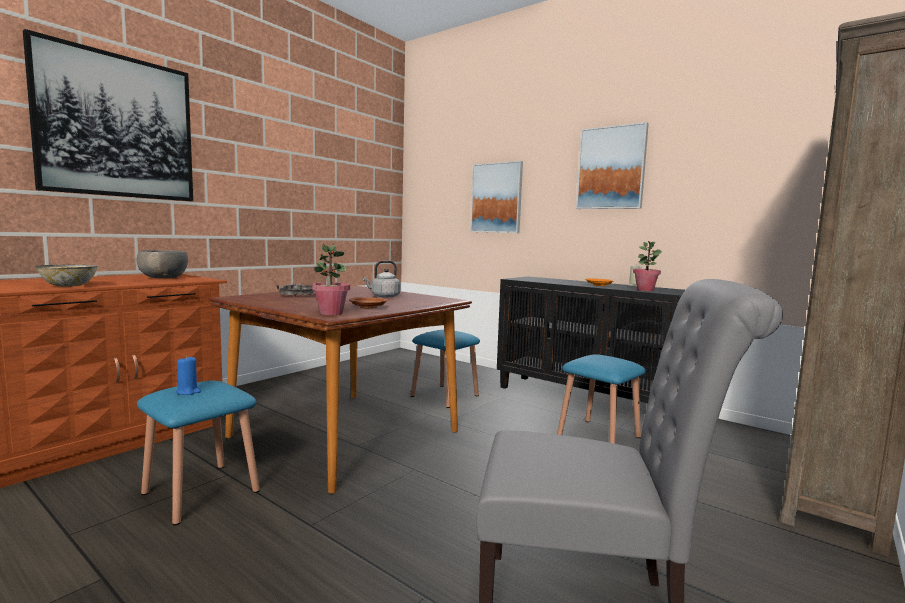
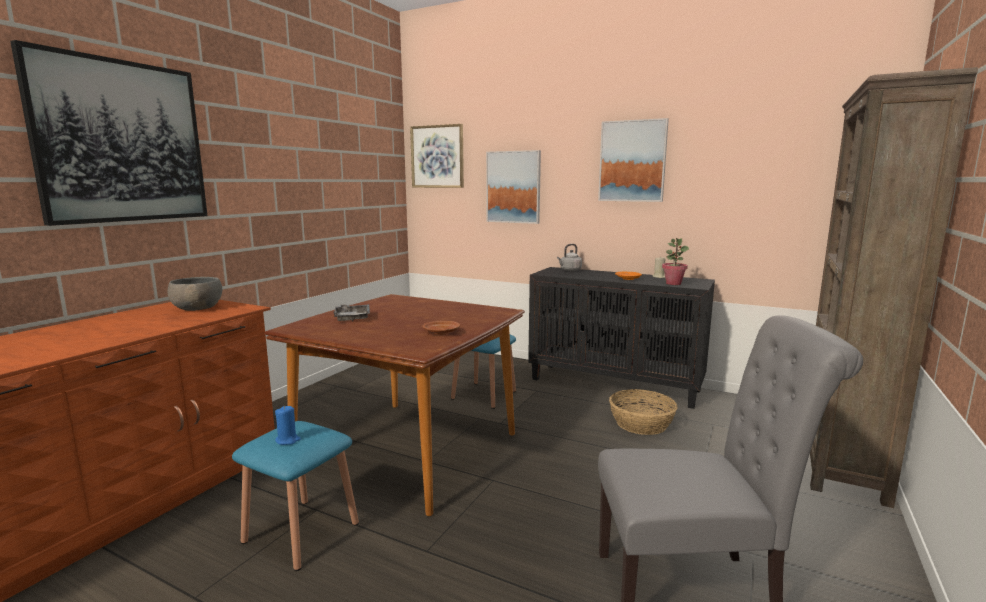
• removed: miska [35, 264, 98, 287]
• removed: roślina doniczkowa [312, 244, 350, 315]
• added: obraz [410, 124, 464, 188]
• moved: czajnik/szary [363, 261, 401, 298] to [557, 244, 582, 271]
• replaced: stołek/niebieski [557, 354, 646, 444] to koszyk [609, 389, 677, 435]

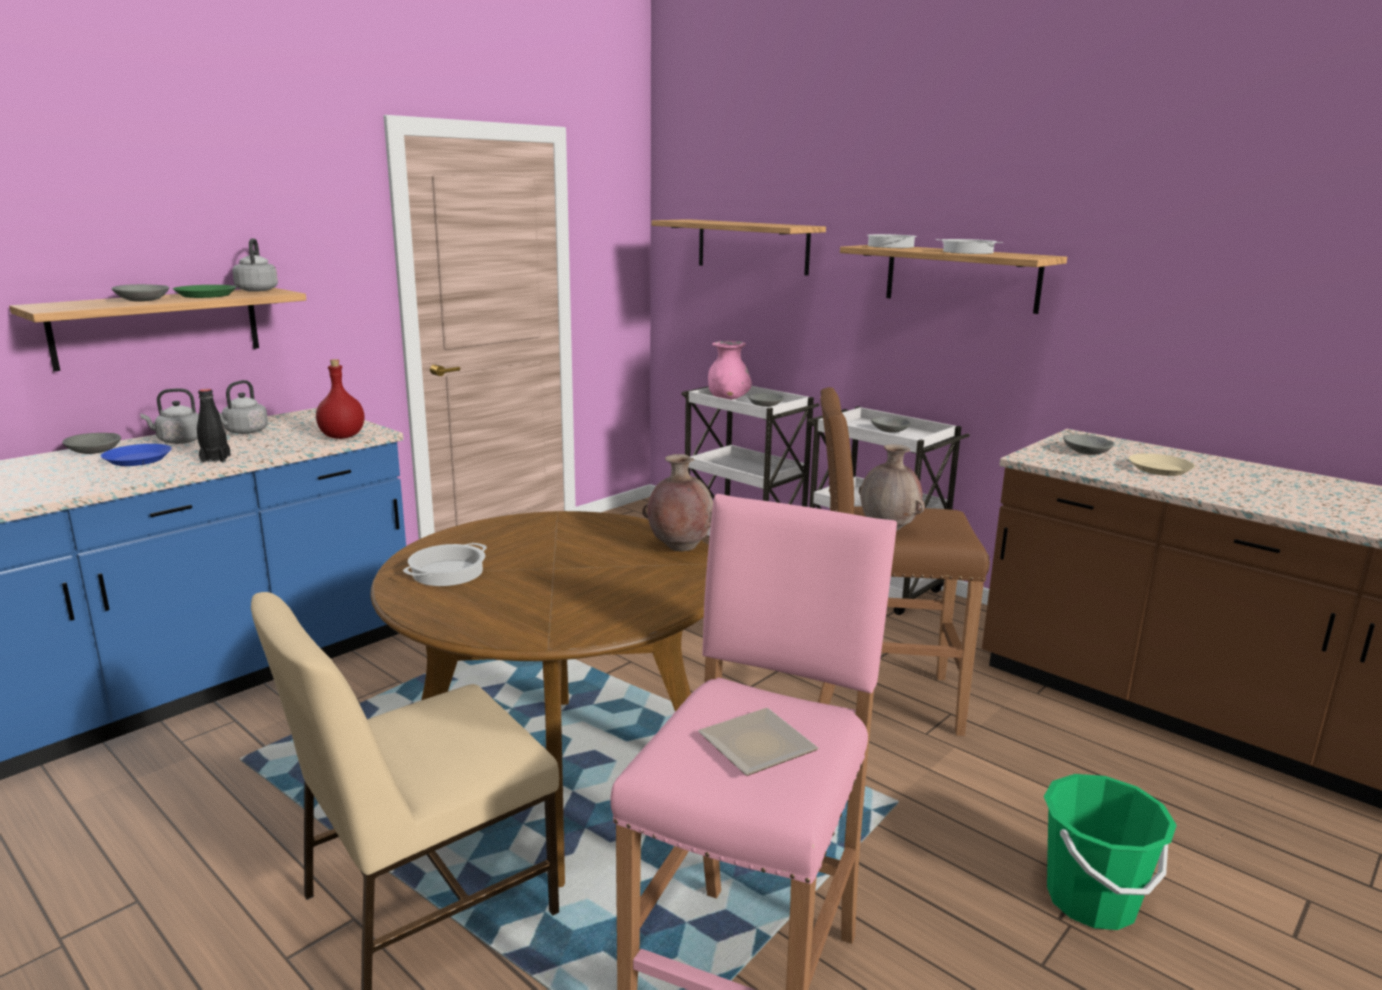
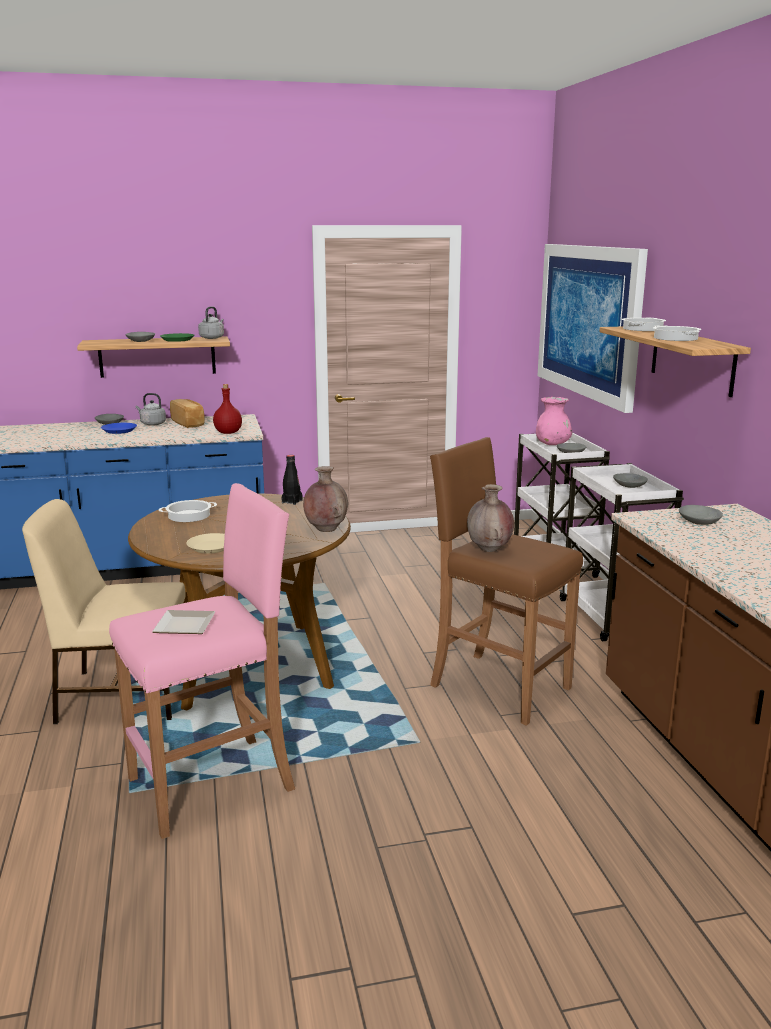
• removed: wiadro/zielony [1044, 774, 1177, 930]
• moved: butelka/czarny [197, 389, 231, 463] to [281, 455, 303, 505]
• moved: talerz/beżowy [1129, 453, 1195, 476] to [186, 533, 225, 554]
• replaced: czajnik/szary [219, 380, 268, 434] to chleb [170, 399, 205, 428]
• replaced: półka [652, 219, 826, 276] to obraz [537, 244, 648, 413]

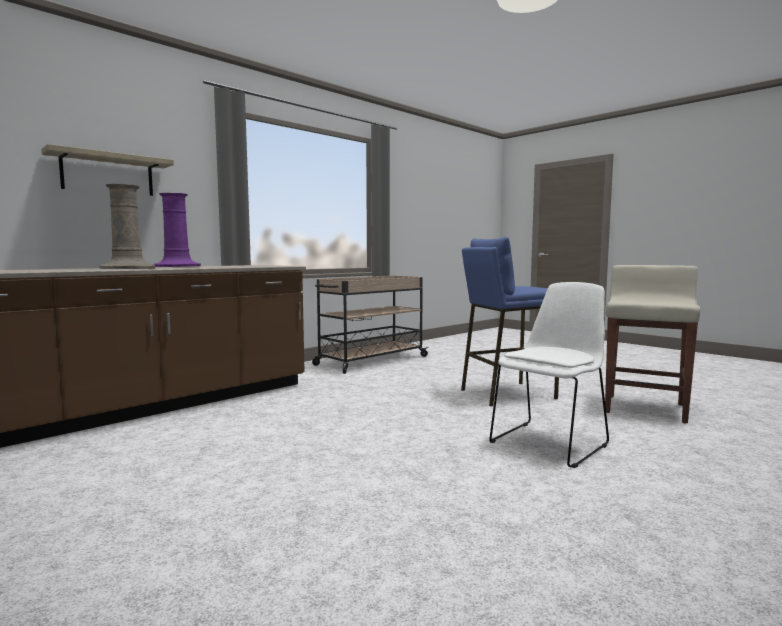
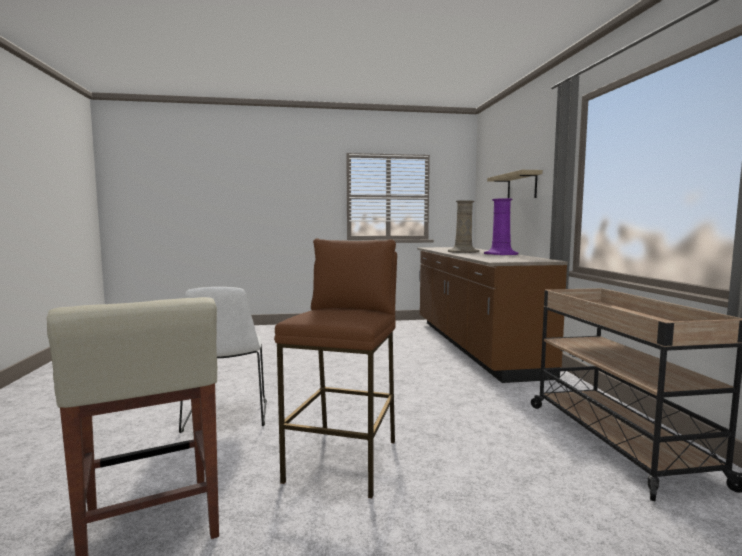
• recoloured: stołek/niebieski [461, 237, 559, 407] to stołek/brązowy [274, 238, 397, 498]

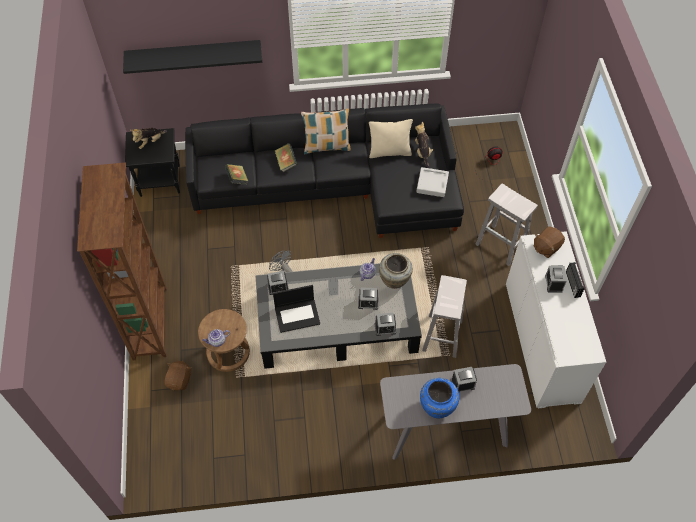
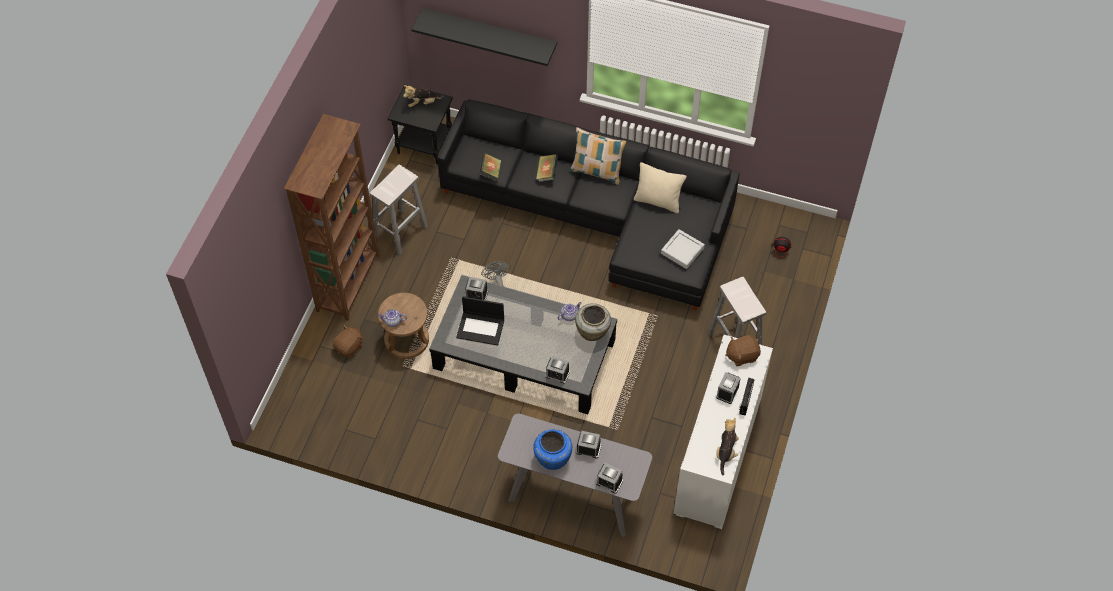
• moved: budzik [358, 287, 379, 310] to [596, 463, 623, 494]
• moved: pluszak [415, 122, 433, 168] to [716, 418, 739, 475]
• moved: stołek/biały [422, 275, 467, 358] to [370, 165, 428, 255]

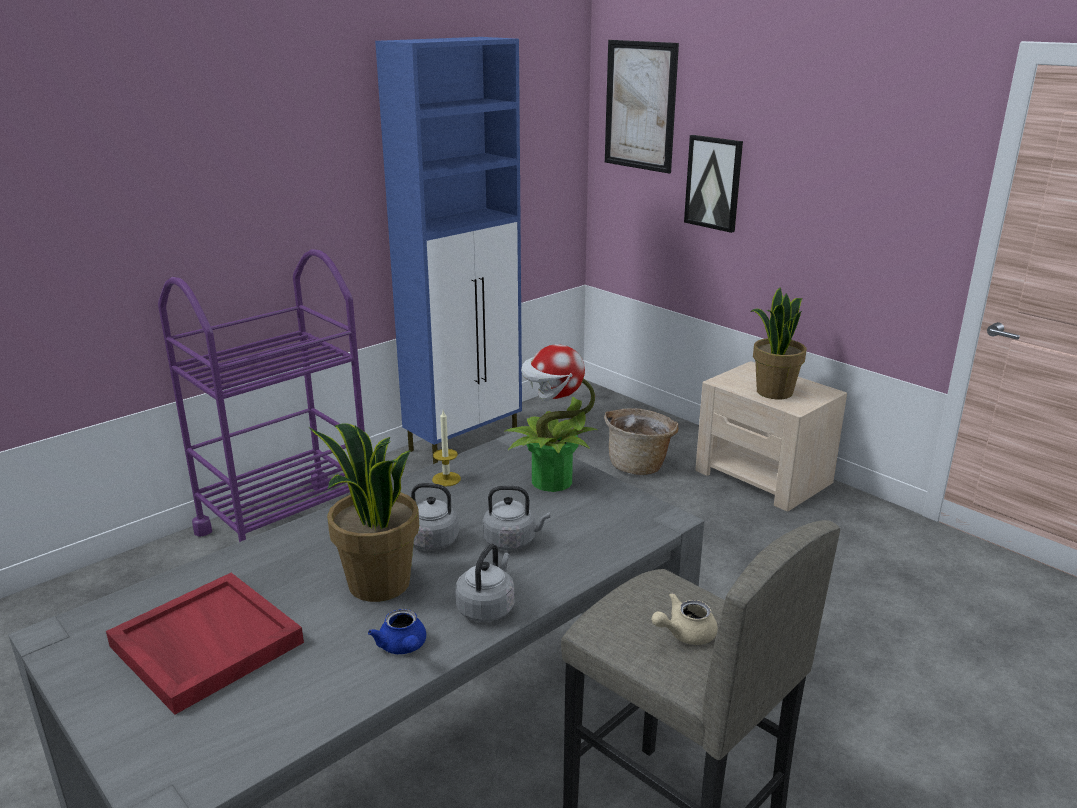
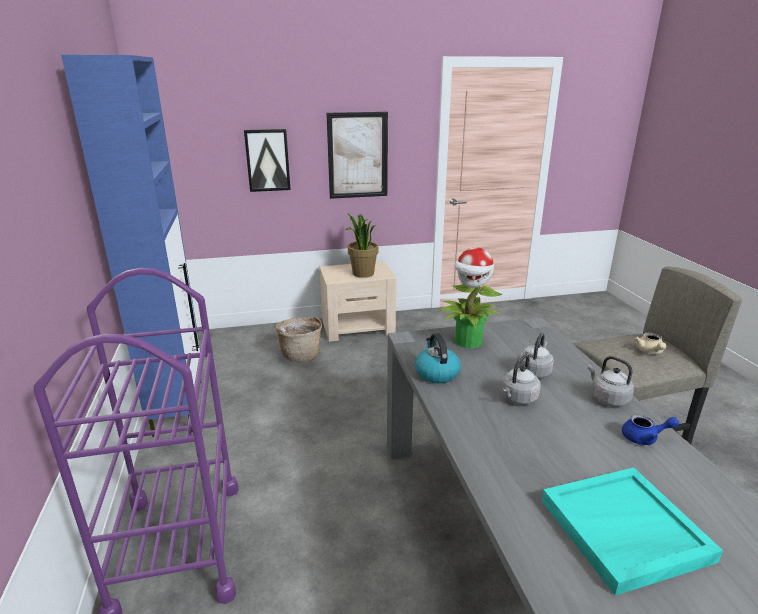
• removed: roślina doniczkowa [309, 423, 419, 602]
• moved: obraz [605, 40, 679, 174] to [326, 112, 388, 199]
• replaced: świeca [432, 410, 461, 487] to czajnik [415, 333, 461, 383]
• recoloured: taca/czerwony [106, 573, 304, 715] to taca/turkusowy [542, 468, 723, 596]

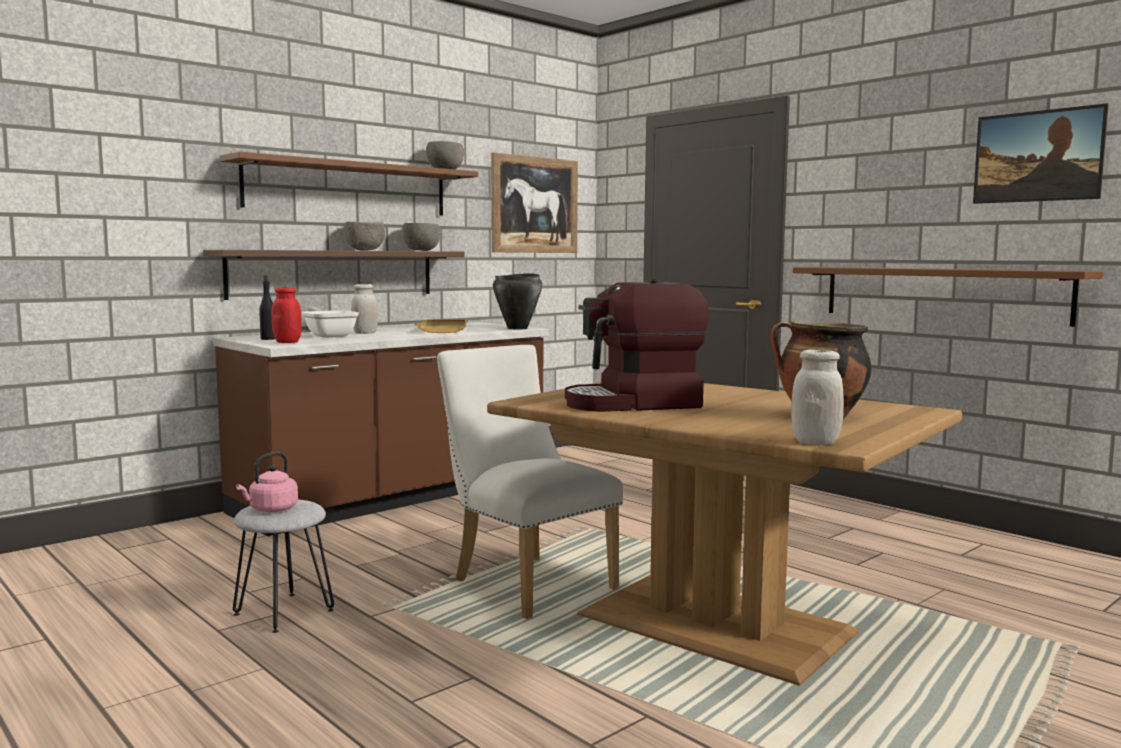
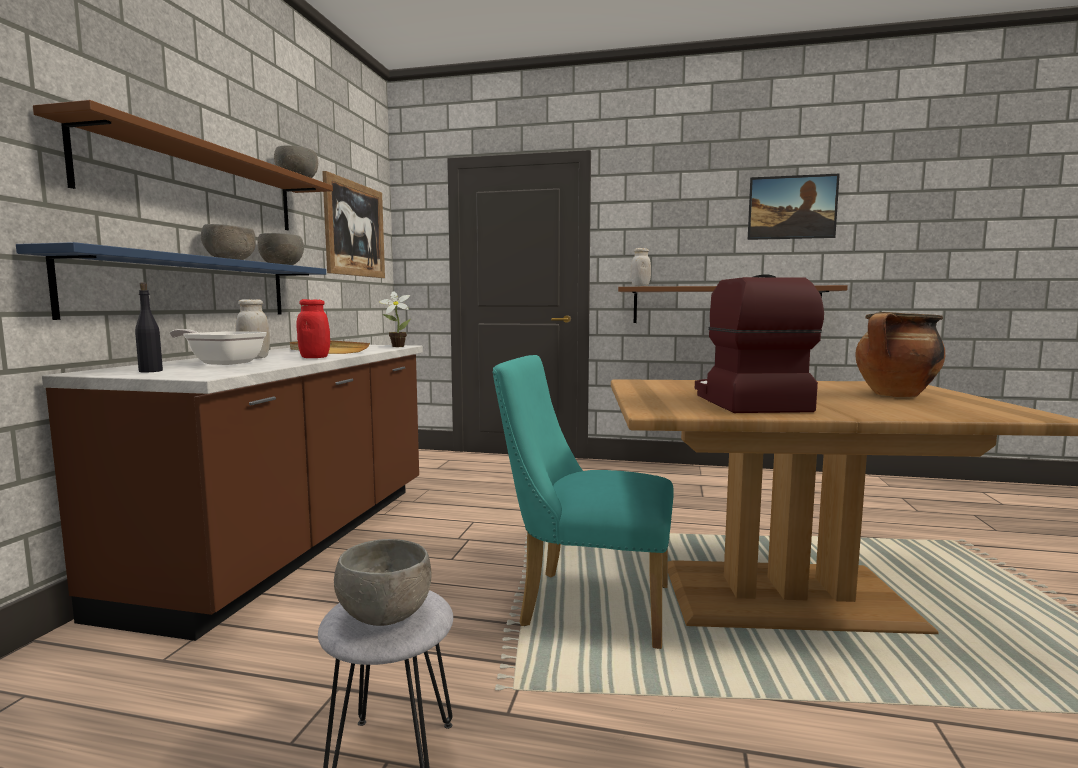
• moved: słoik/czerwony [271, 287, 302, 343] to [296, 299, 330, 358]
• moved: słoik/biały [792, 349, 844, 445] to [631, 248, 651, 287]
• replaced: czajnik/różowy [236, 452, 298, 512] to miska/szary [334, 539, 432, 626]
• replaced: garnek/czarny [493, 273, 542, 329] to roślina doniczkowa [379, 291, 411, 347]
• recoloured: półka/brązowy [203, 250, 465, 300] to półka/niebieski [16, 242, 326, 320]
• recoloured: krzesło/biały [437, 345, 623, 619] to krzesło/turkusowy [493, 355, 674, 649]
• turned: ekspres do kawy [565, 280, 709, 412] = [695, 275, 824, 413] 135 degrees clockwise

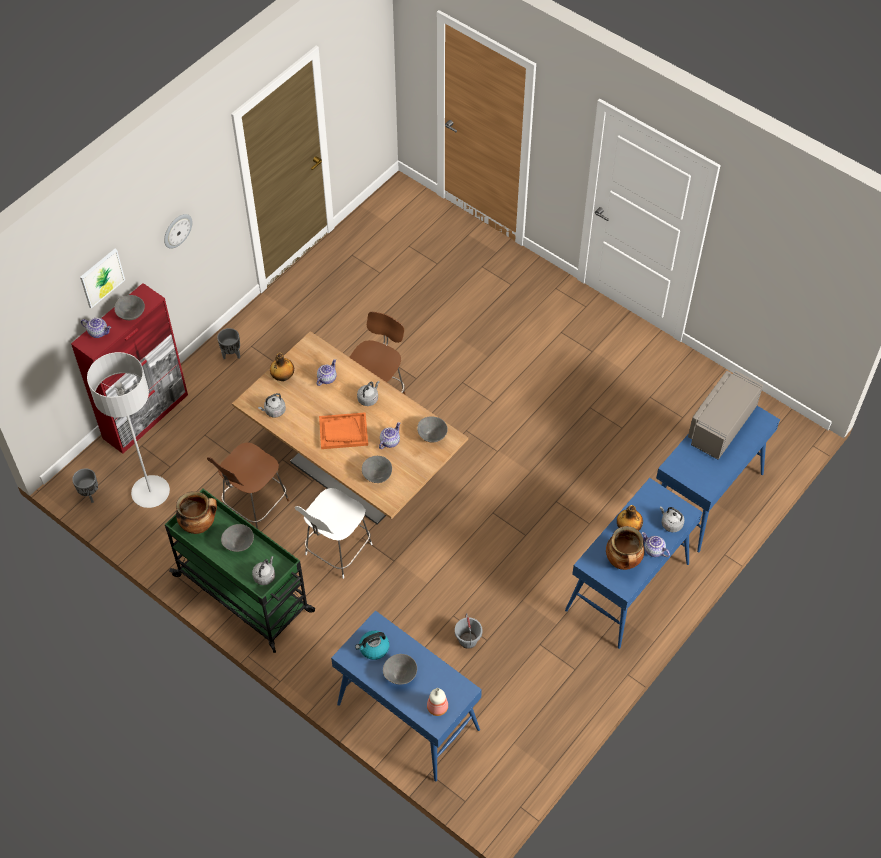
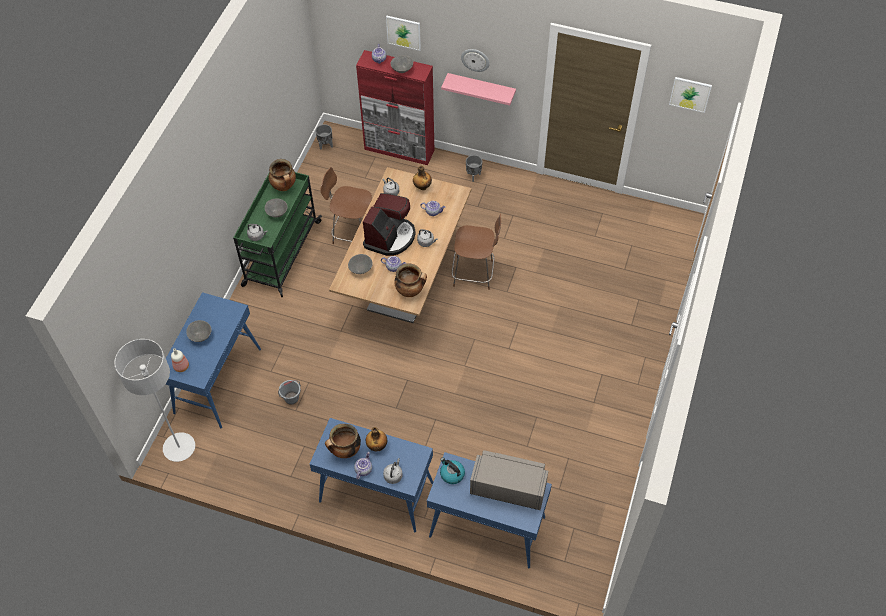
• removed: krzesło/biały [295, 488, 372, 579]
• added: półka/różowy [441, 73, 516, 105]
• added: obraz [669, 77, 712, 113]
• moved: lampa stojąca/szary [87, 352, 170, 508] to [114, 339, 195, 462]
• moved: czajnik [355, 631, 389, 660] to [440, 457, 465, 484]
• replaced: taca/pomarańczowy [319, 412, 368, 449] to ekspres do kawy [363, 193, 416, 256]
• replaced: miska/szary [417, 416, 448, 443] to garnek [394, 263, 427, 297]

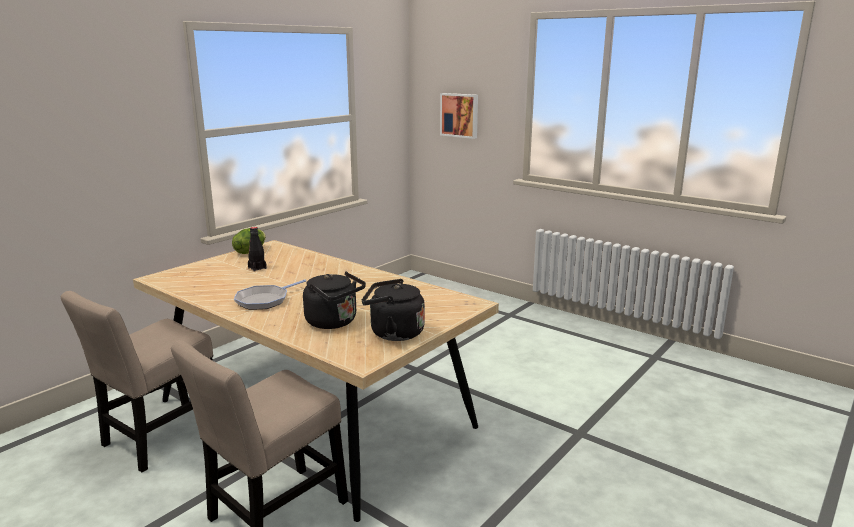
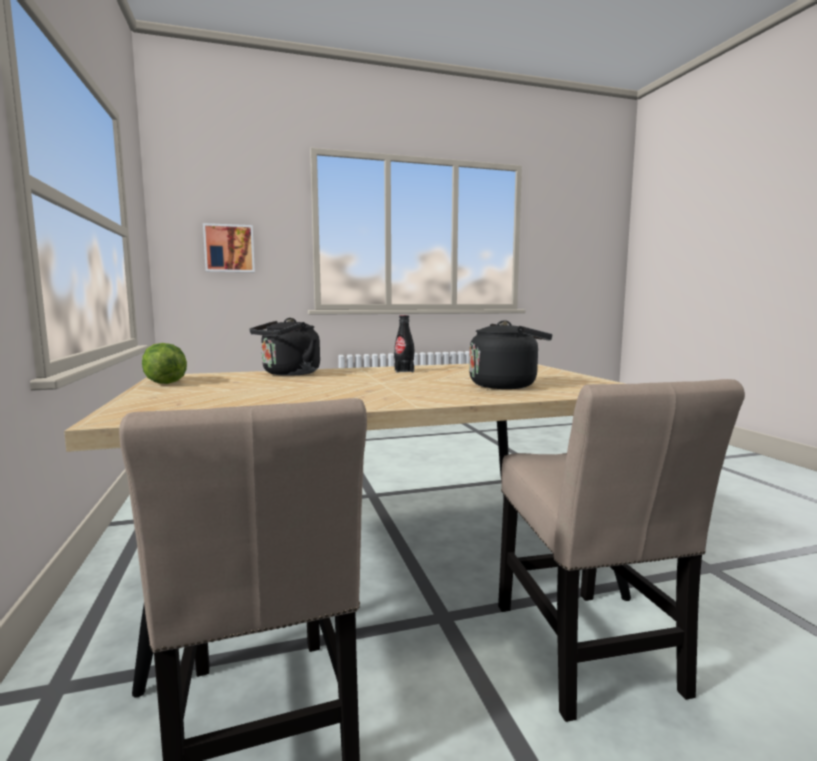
• removed: patelnia [234, 279, 307, 310]
• moved: butelka/czarny [248, 227, 267, 272] to [394, 315, 414, 373]
• moved: czajnik/czarny [362, 279, 425, 341] to [250, 318, 320, 376]

